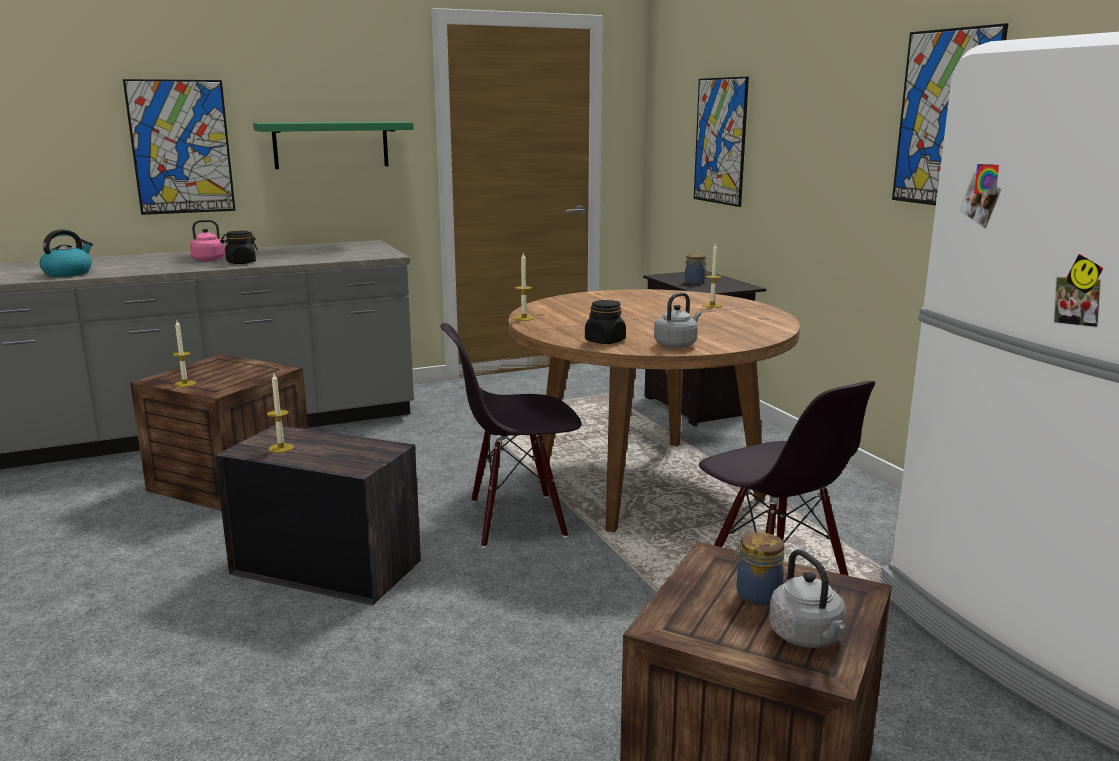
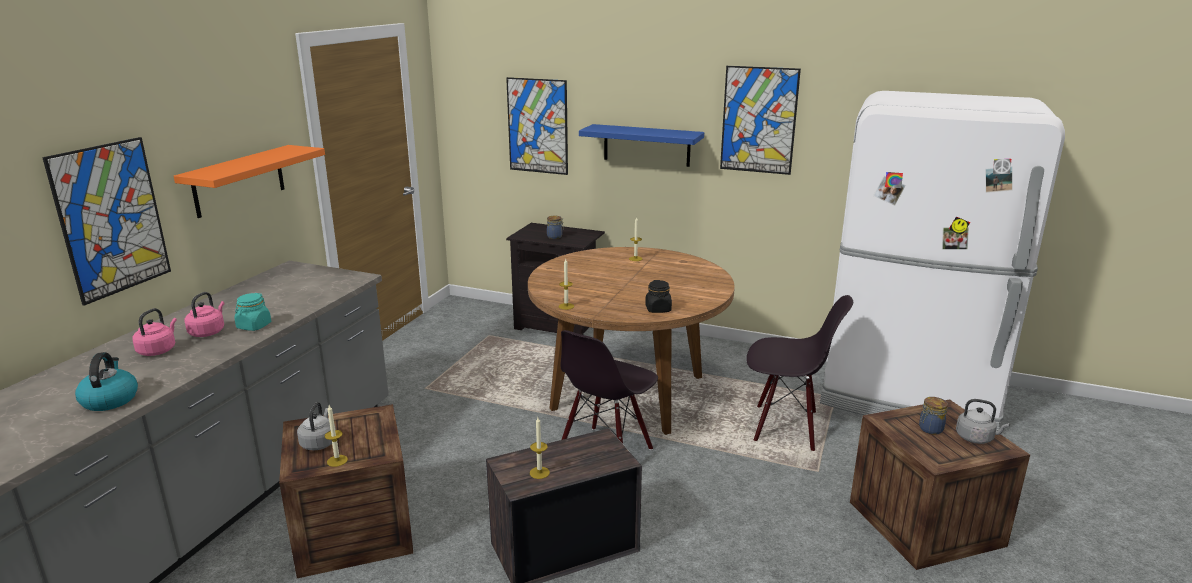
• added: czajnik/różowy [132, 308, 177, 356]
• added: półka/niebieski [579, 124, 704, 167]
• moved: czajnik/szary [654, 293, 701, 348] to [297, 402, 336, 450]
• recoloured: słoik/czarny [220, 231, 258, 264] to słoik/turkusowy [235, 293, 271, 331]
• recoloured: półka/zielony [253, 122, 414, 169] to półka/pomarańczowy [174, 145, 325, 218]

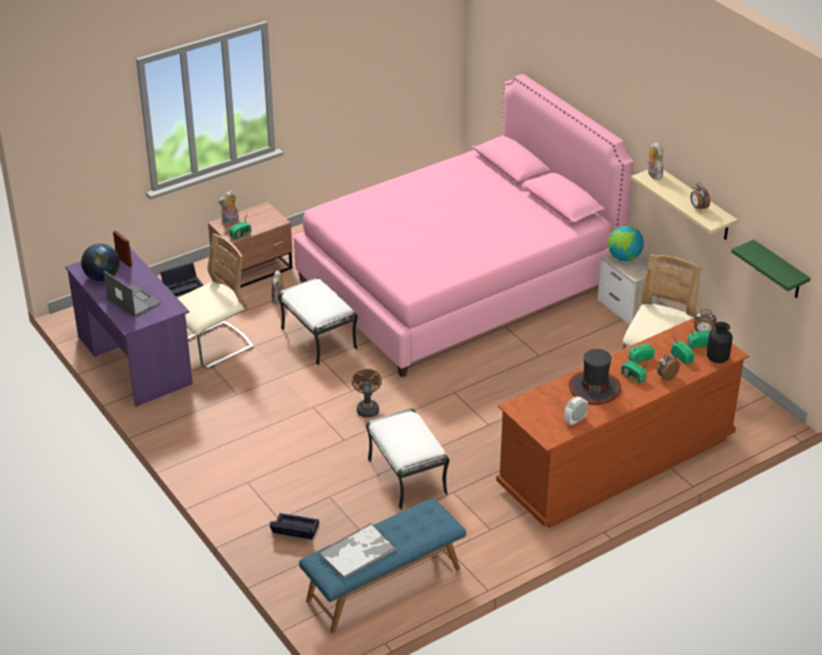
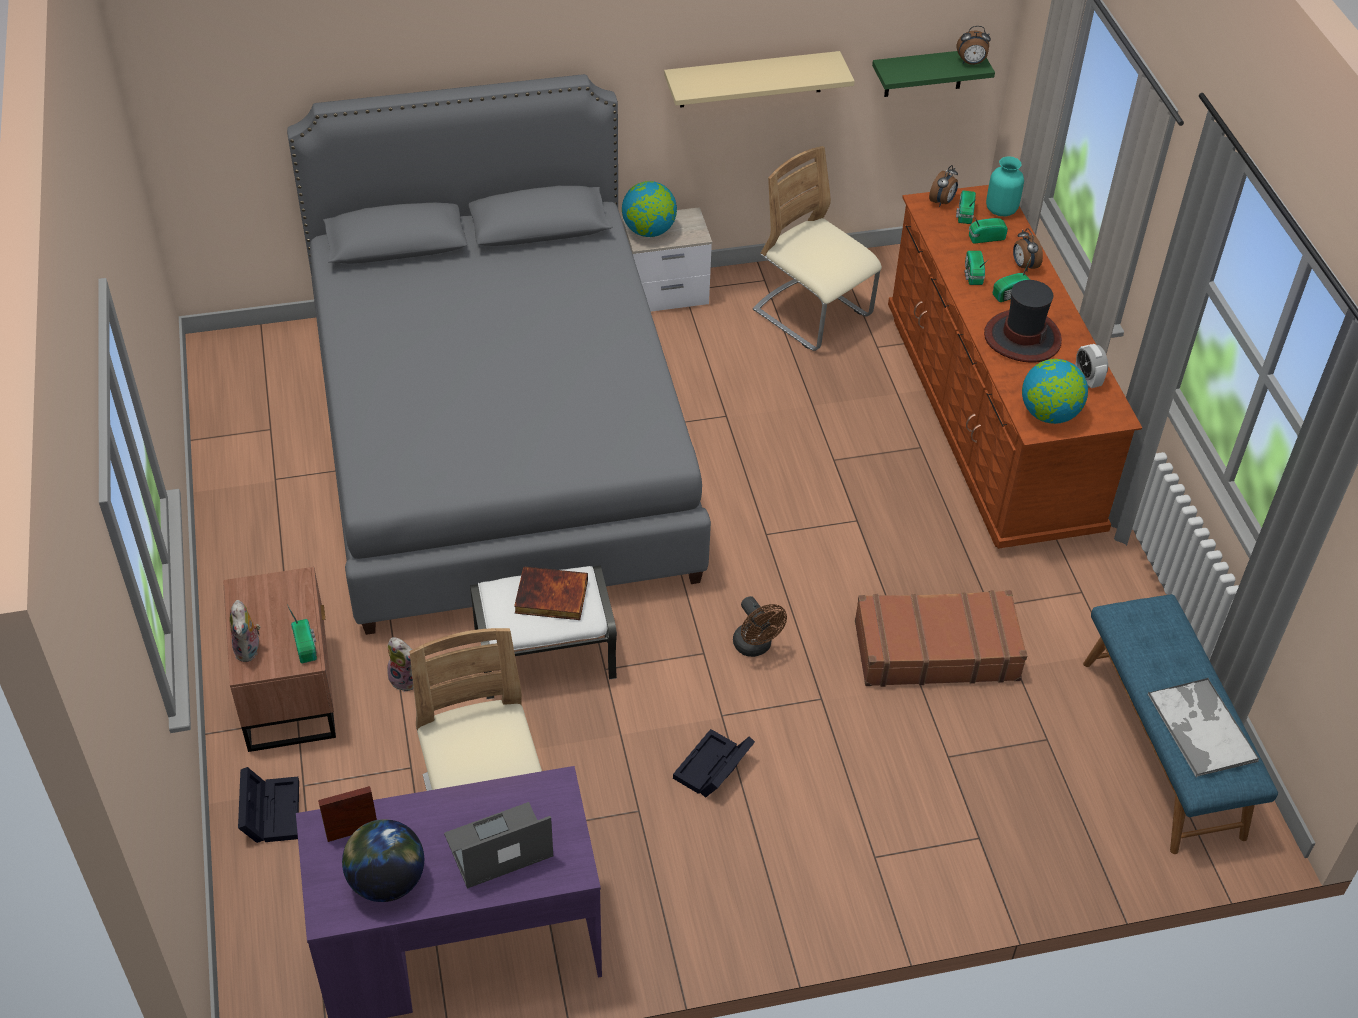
• removed: pluszak [648, 142, 663, 180]
• added: książka [514, 566, 588, 620]
• added: globus [1022, 359, 1088, 424]
• moved: pojemnik do przechowywania/czarny [269, 513, 319, 540] to [673, 729, 755, 798]
• moved: budzik [691, 182, 710, 211] to [957, 26, 991, 65]
• replaced: pufa/biały [366, 408, 450, 509] to walizka/brązowy [855, 590, 1027, 687]
• recoloured: łóżko/różowy [294, 74, 634, 377] to łóżko/szary [287, 74, 711, 635]
• recoloured: wazon/czarny [707, 322, 732, 363] to wazon/turkusowy [986, 157, 1024, 216]
• turned: wentylator/brązowy [352, 369, 382, 418] = [733, 596, 787, 657] 135 degrees counterclockwise

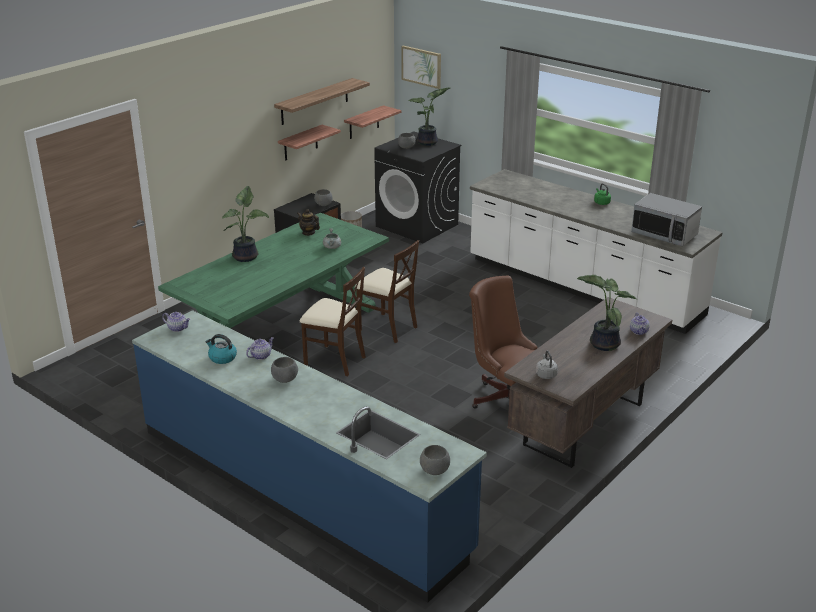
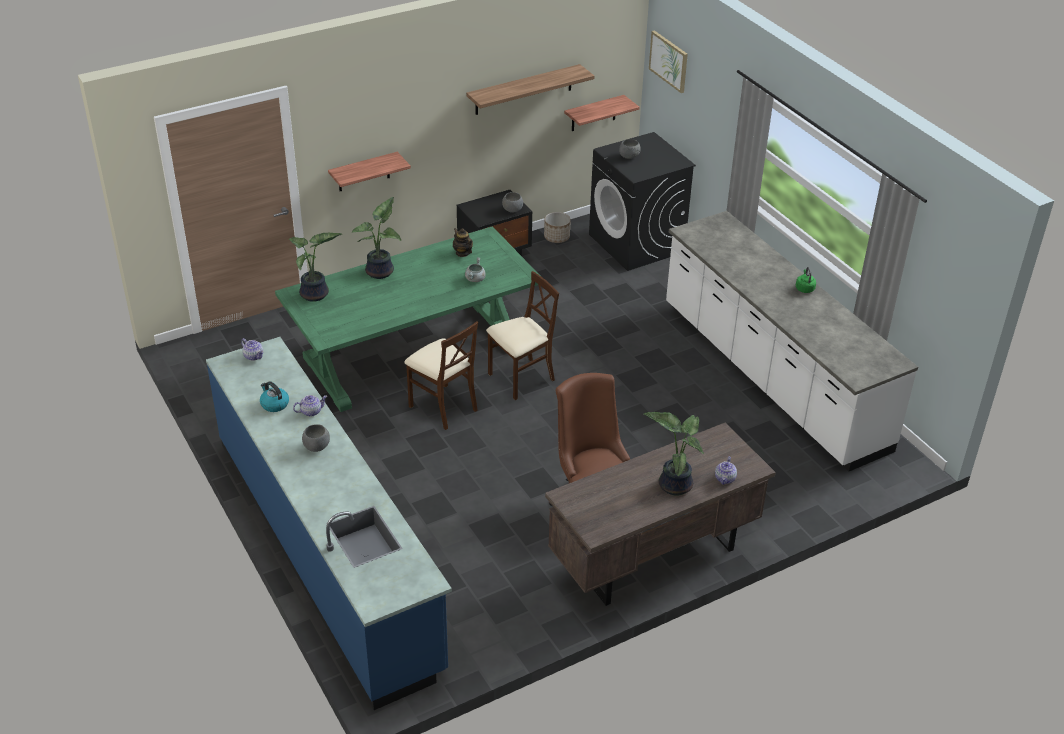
• removed: miska/szary [420, 445, 450, 475]
• removed: czajnik/szary [536, 351, 558, 379]
• removed: mikrofalówka [631, 193, 702, 246]
• moved: półka [278, 125, 341, 161] to [328, 152, 411, 191]
• moved: roślina doniczkowa [409, 87, 450, 146] to [289, 232, 342, 302]
• turned: krzesło/beżowy [355, 240, 419, 343] = [486, 271, 559, 400] 90 degrees counterclockwise

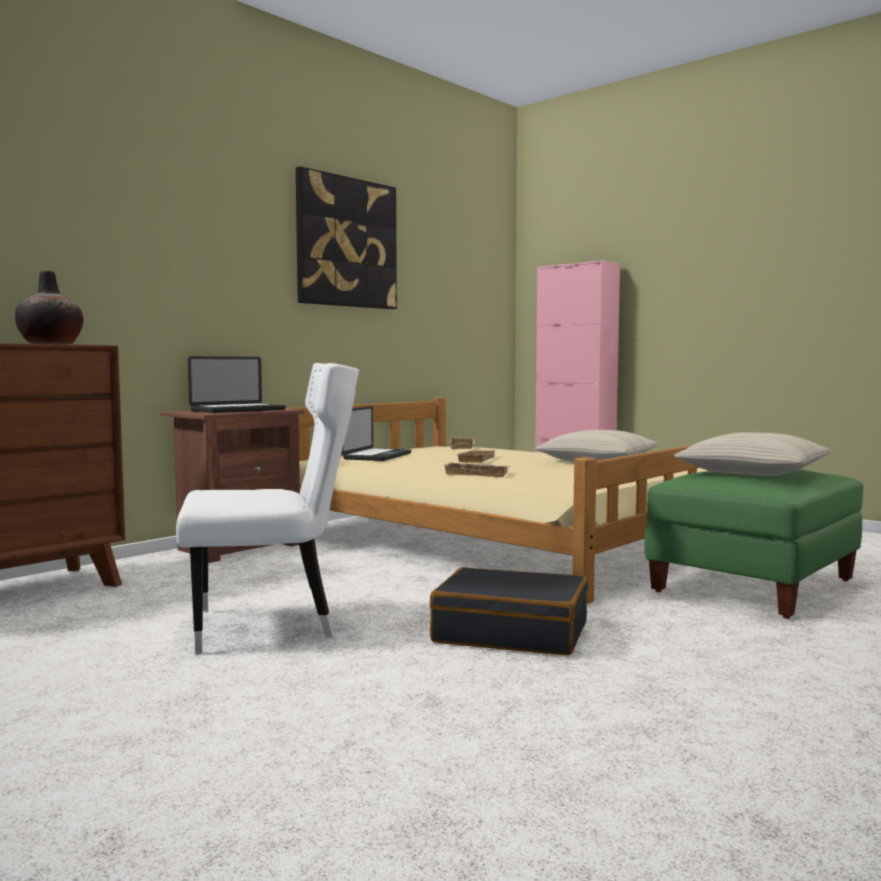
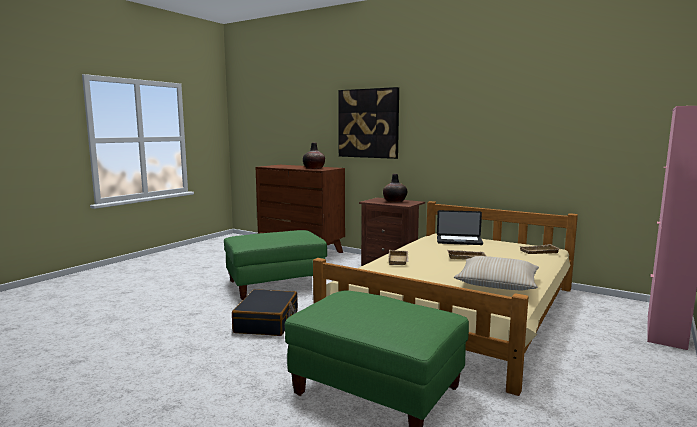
• removed: poduszka/beżowy [674, 432, 831, 476]
• moved: obraz [296, 166, 397, 309] to [338, 87, 399, 159]
• replaced: krzesło/biały [176, 363, 359, 655] to pufa/zielony [224, 230, 327, 300]
• replaced: laptop [188, 356, 286, 413] to wazon [383, 174, 407, 203]

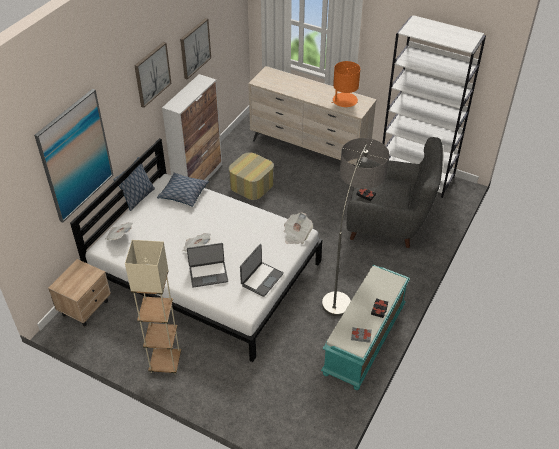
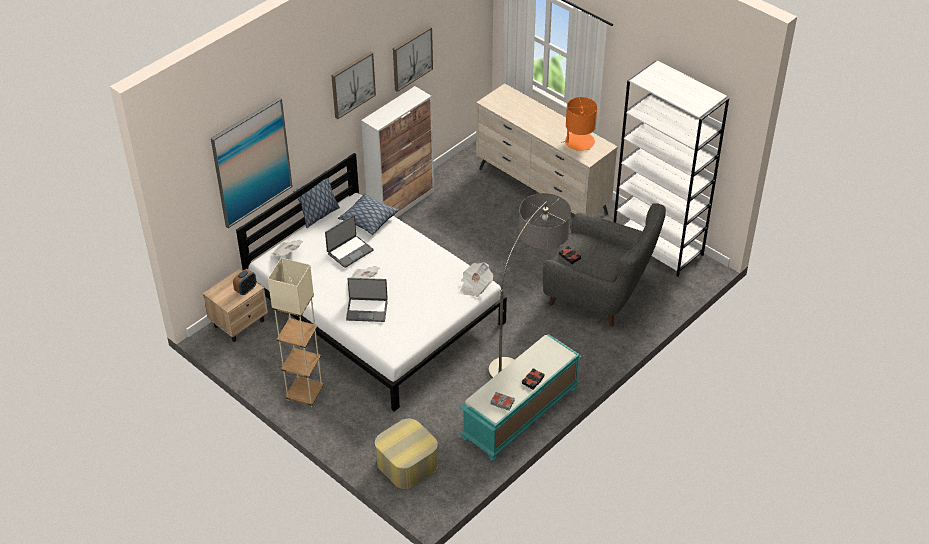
• added: budzik [233, 269, 256, 295]
• moved: pufa [229, 152, 274, 200] to [375, 419, 438, 489]
• moved: laptop [240, 244, 284, 297] to [325, 215, 374, 268]

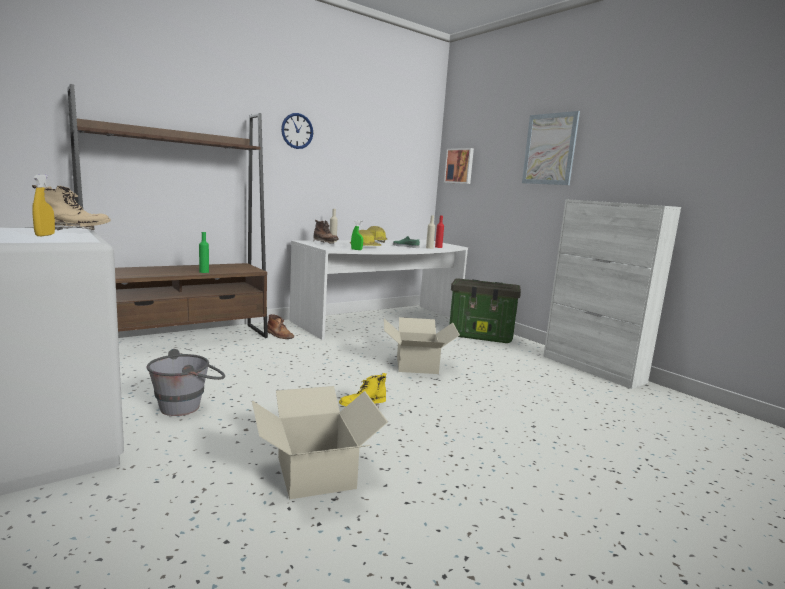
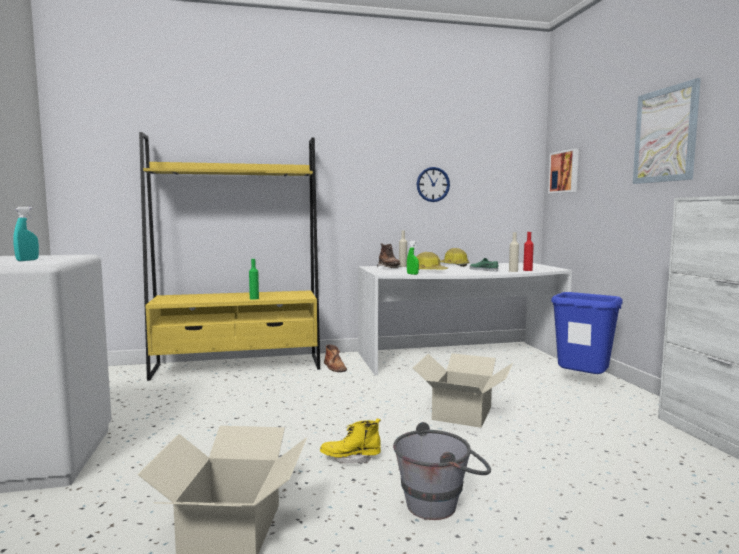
• removed: but z cholewką/beżowy [32, 185, 111, 230]
• moved: wiadro/szary [147, 349, 225, 416] to [393, 422, 491, 520]
• moved: zegar ścienny [281, 113, 313, 149] to [417, 167, 450, 202]
• replaced: pojemnik do przechowywania [449, 278, 521, 343] to kosz na śmieci/niebieski [551, 292, 623, 374]
• recoloured: spryskiwacz/żółty [32, 175, 55, 236] to spryskiwacz/turkusowy [13, 207, 39, 261]
• recoloured: regał/brązowy [67, 84, 268, 338] to regał/żółty [139, 132, 320, 381]

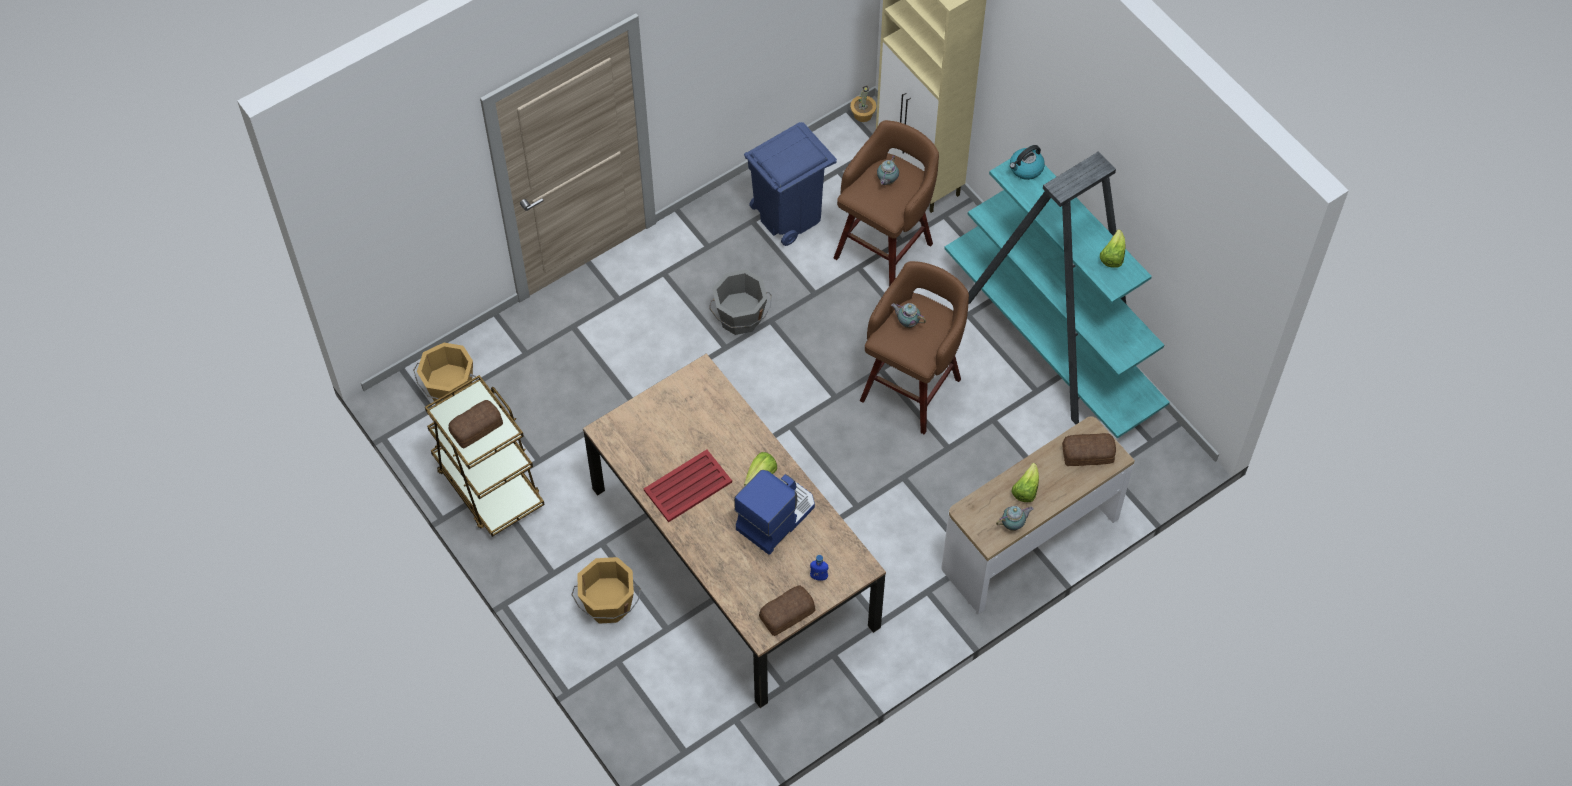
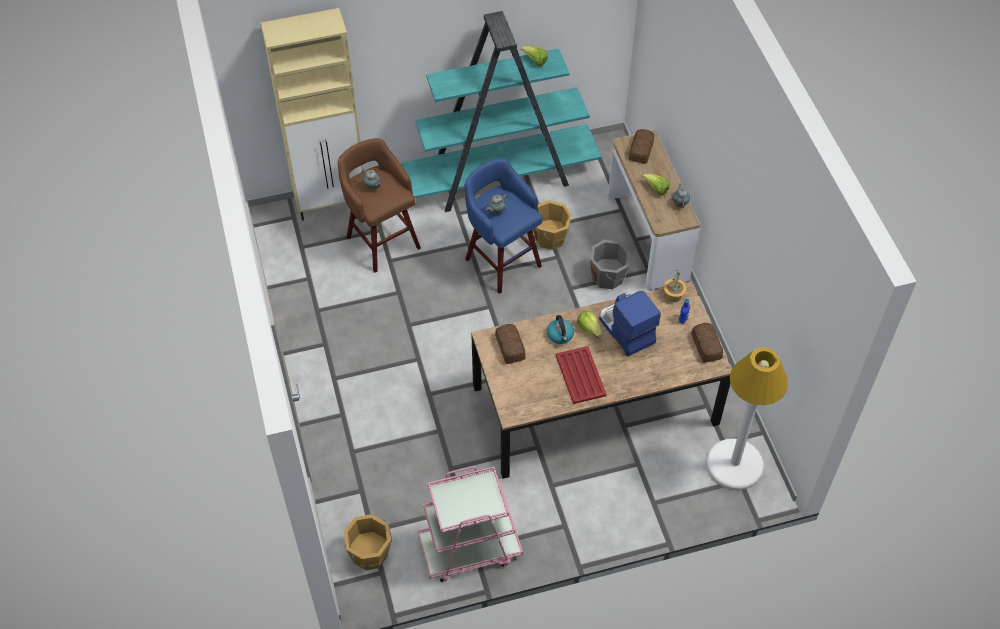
• removed: kosz na śmieci/niebieski [744, 122, 837, 246]
• added: lampa stojąca/biały [706, 347, 788, 491]
• moved: chleb [448, 400, 503, 448] to [495, 324, 526, 364]
• moved: wiadro/pomarańczowy [571, 557, 641, 624] to [533, 200, 572, 250]
• moved: wiadro/szary [709, 269, 772, 335] to [590, 240, 630, 289]
• moved: roślina doniczkowa [850, 86, 877, 122] to [664, 269, 686, 302]
• moved: czajnik [1010, 145, 1045, 180] to [547, 315, 574, 344]
• recoloured: wózek/brązowy [425, 375, 545, 537] to wózek/różowy [417, 466, 523, 582]
• recoloured: stołek/brązowy [860, 261, 969, 434] to stołek/niebieski [465, 158, 542, 294]

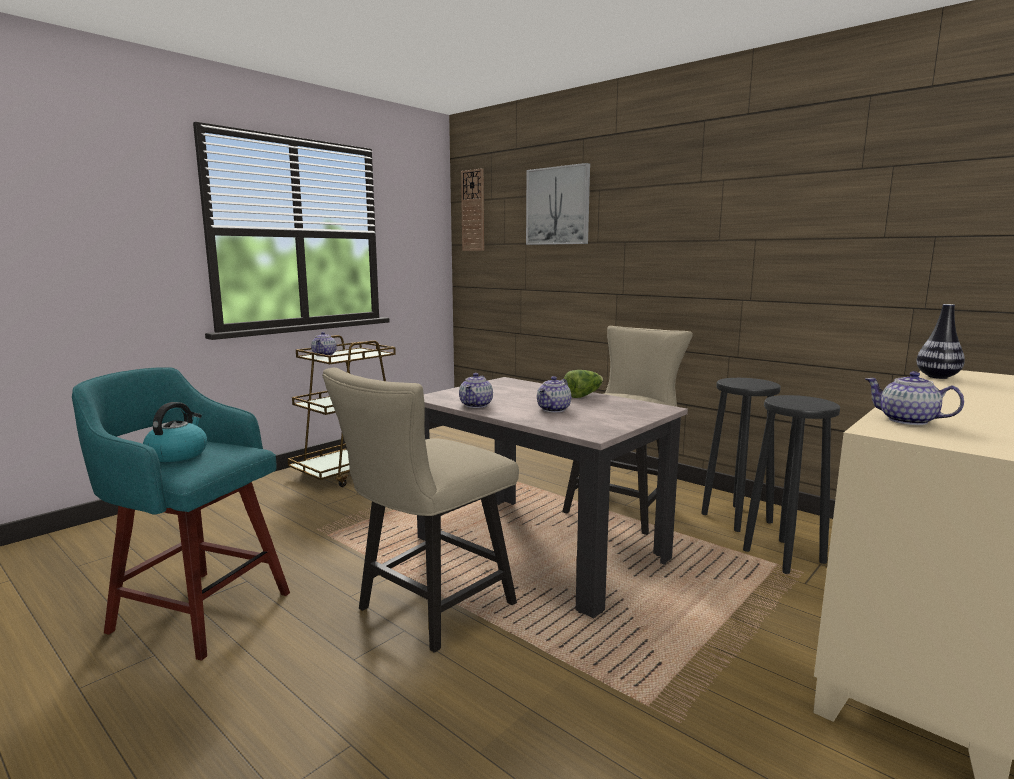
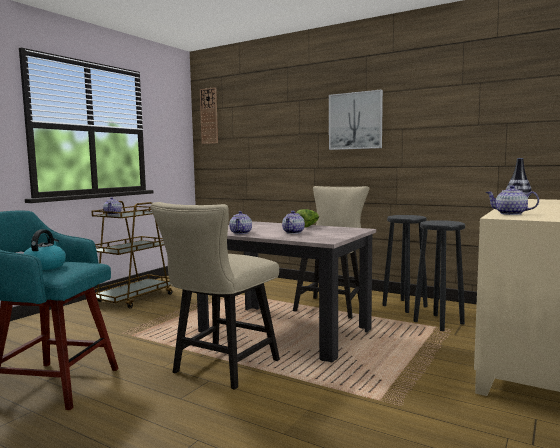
• moved: obraz [526, 163, 590, 245] to [329, 90, 383, 150]

